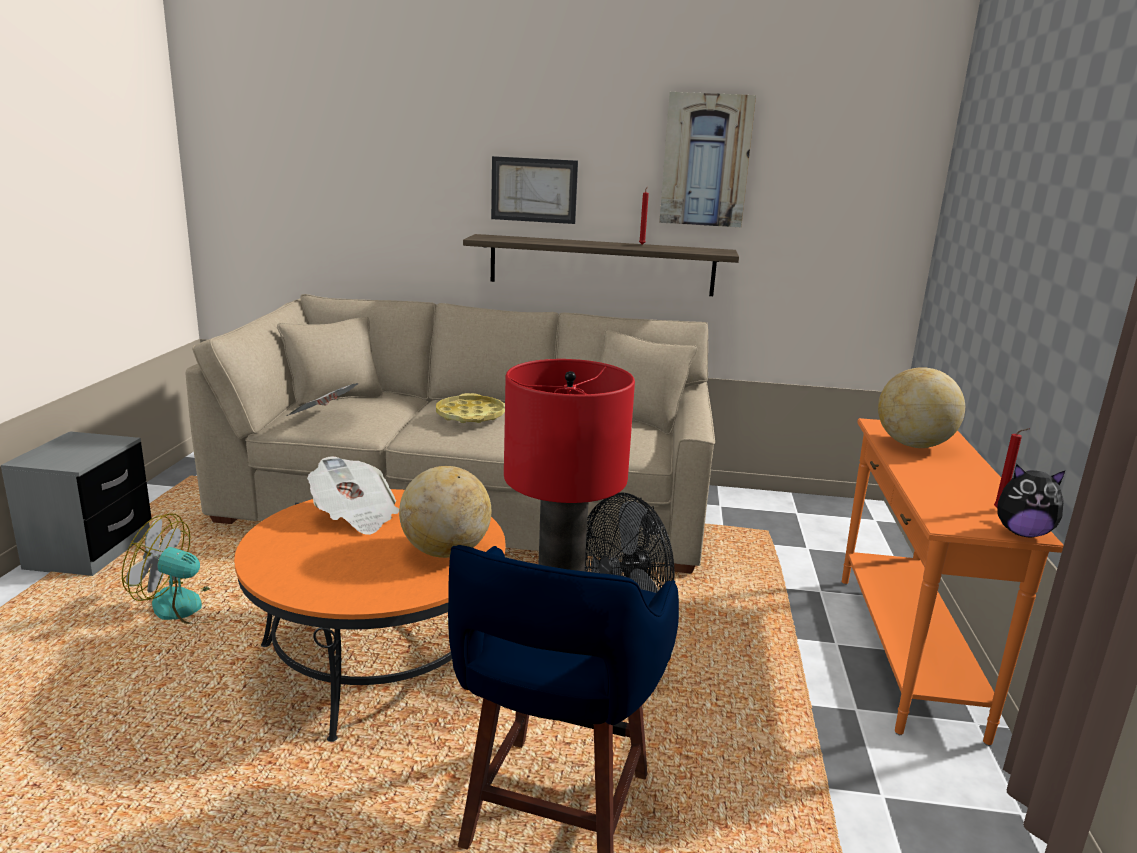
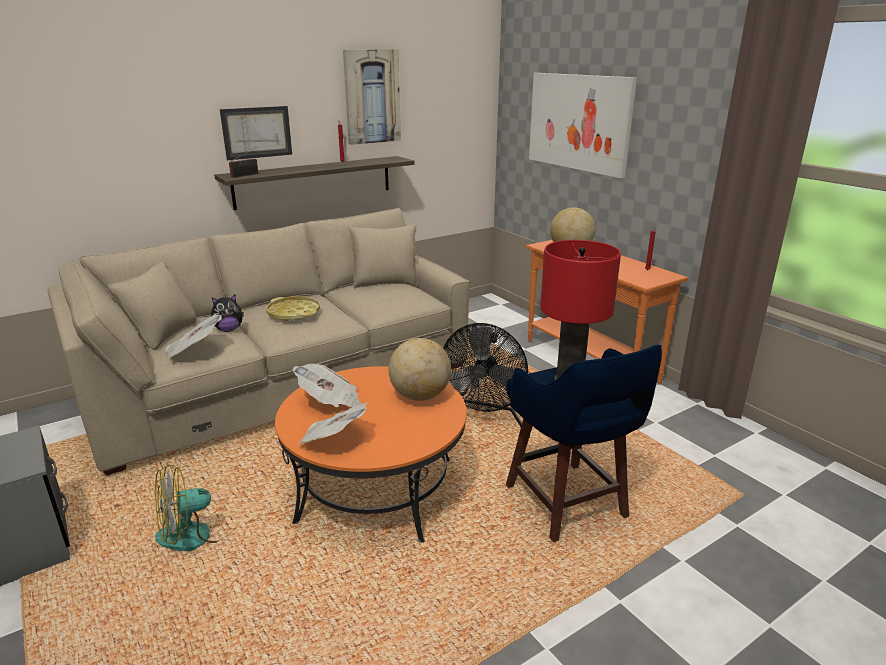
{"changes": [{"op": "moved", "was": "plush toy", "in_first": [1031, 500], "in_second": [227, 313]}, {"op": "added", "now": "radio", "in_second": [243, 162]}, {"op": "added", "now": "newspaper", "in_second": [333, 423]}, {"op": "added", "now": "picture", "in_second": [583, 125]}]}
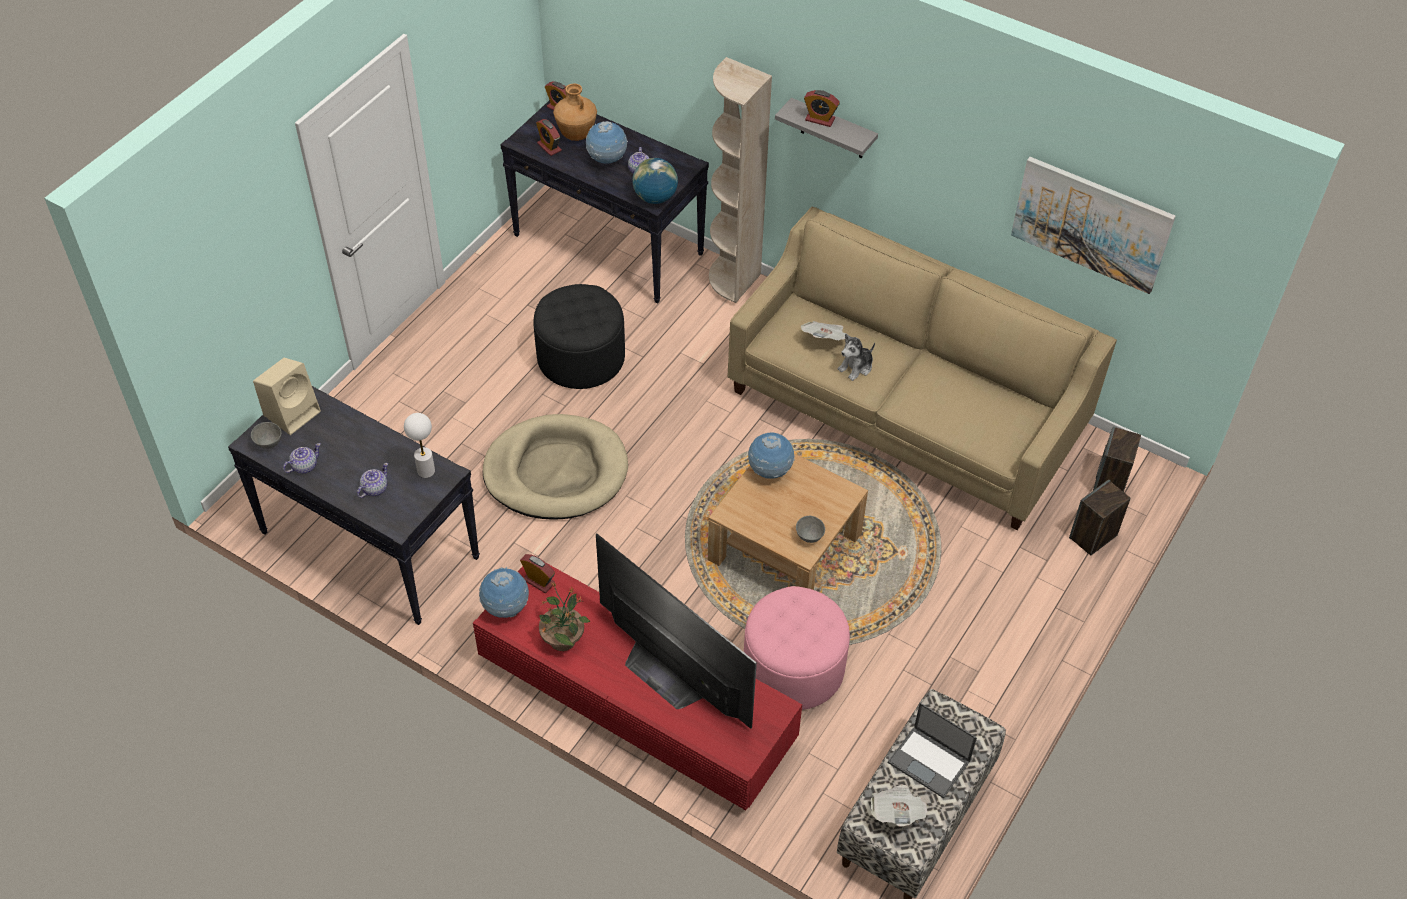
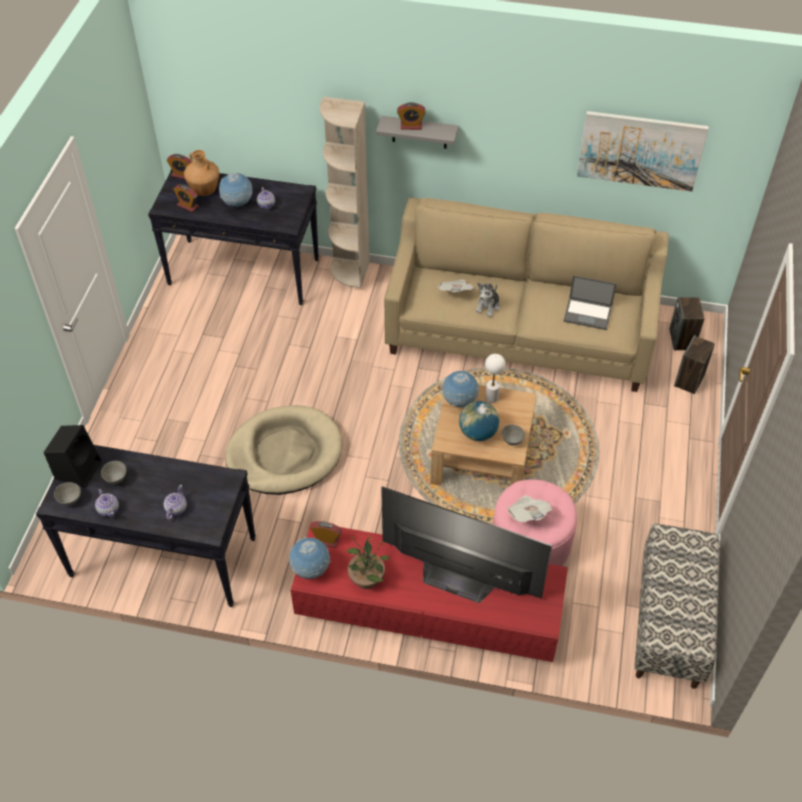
{"changes": [{"op": "recoloured", "was": "beige speaker", "now": "black speaker", "in_first": [287, 396], "in_second": [73, 456]}, {"op": "turned", "was": "teapot", "in_first": [302, 458], "in_second": [107, 503], "clockwise": 120}, {"op": "moved", "was": "white table lamp", "in_first": [419, 445], "in_second": [495, 378]}, {"op": "removed", "was": "black ottoman", "in_first": [579, 336]}, {"op": "moved", "was": "globe", "in_first": [655, 181], "in_second": [479, 421]}, {"op": "moved", "was": "newspaper", "in_first": [899, 806], "in_second": [529, 508]}, {"op": "moved", "was": "laptop", "in_first": [932, 751], "in_second": [590, 302]}, {"op": "added", "now": "grey bowl", "in_second": [113, 472]}]}
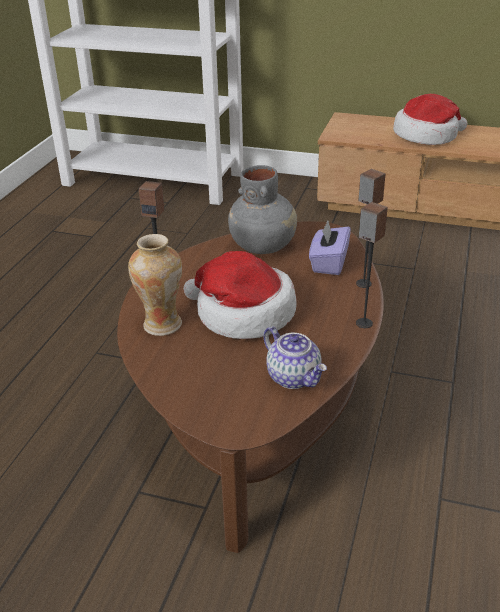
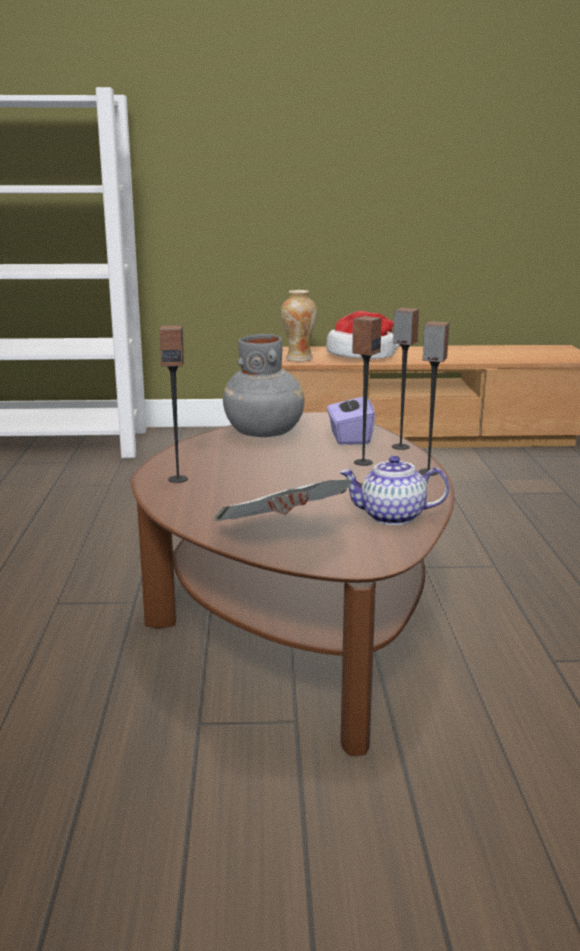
{"changes": [{"op": "moved", "was": "vase", "in_first": [155, 285], "in_second": [299, 325]}, {"op": "removed", "was": "hat", "in_first": [240, 295]}, {"op": "turned", "was": "teapot", "in_first": [295, 357], "in_second": [394, 490], "clockwise": 150}, {"op": "added", "now": "newspaper", "in_second": [283, 500]}, {"op": "added", "now": "speaker", "in_second": [367, 391]}]}
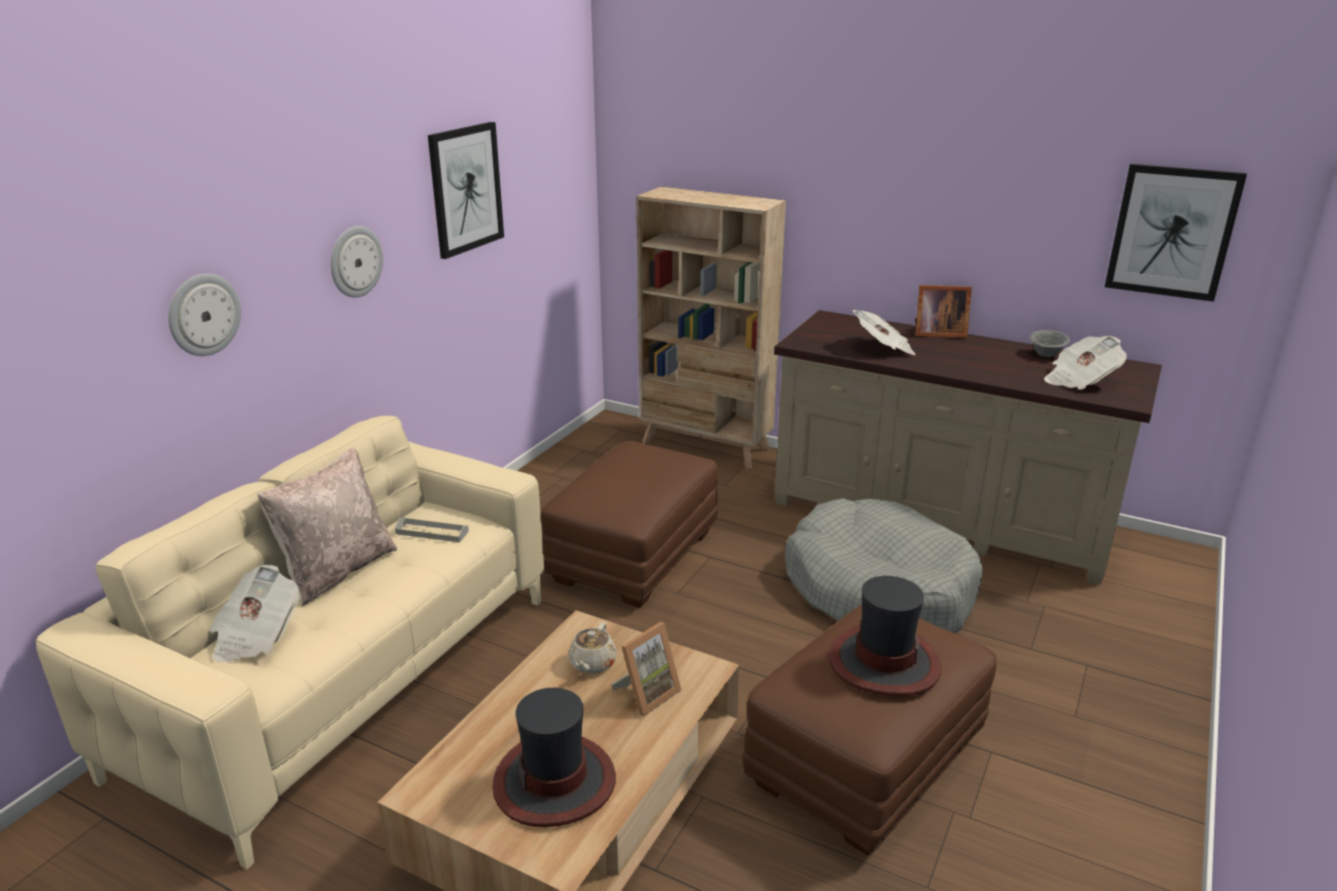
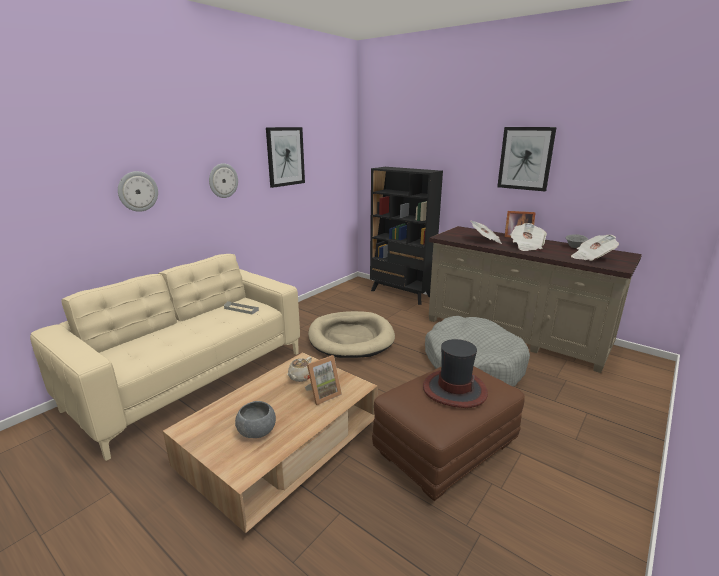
{"changes": [{"op": "moved", "was": "newspaper", "in_first": [254, 613], "in_second": [528, 237]}, {"op": "removed", "was": "beige pillow", "in_first": [327, 527]}, {"op": "replaced", "was": "hat", "now": "grey bowl", "in_first": [554, 757], "in_second": [255, 419]}, {"op": "replaced", "was": "brown ottoman", "now": "beige dog bed", "in_first": [629, 524], "in_second": [351, 334]}, {"op": "recoloured", "was": "beige bookcase", "now": "black bookcase", "in_first": [711, 328], "in_second": [406, 236]}, {"op": "moved", "was": "picture", "in_first": [1176, 233], "in_second": [527, 159]}]}
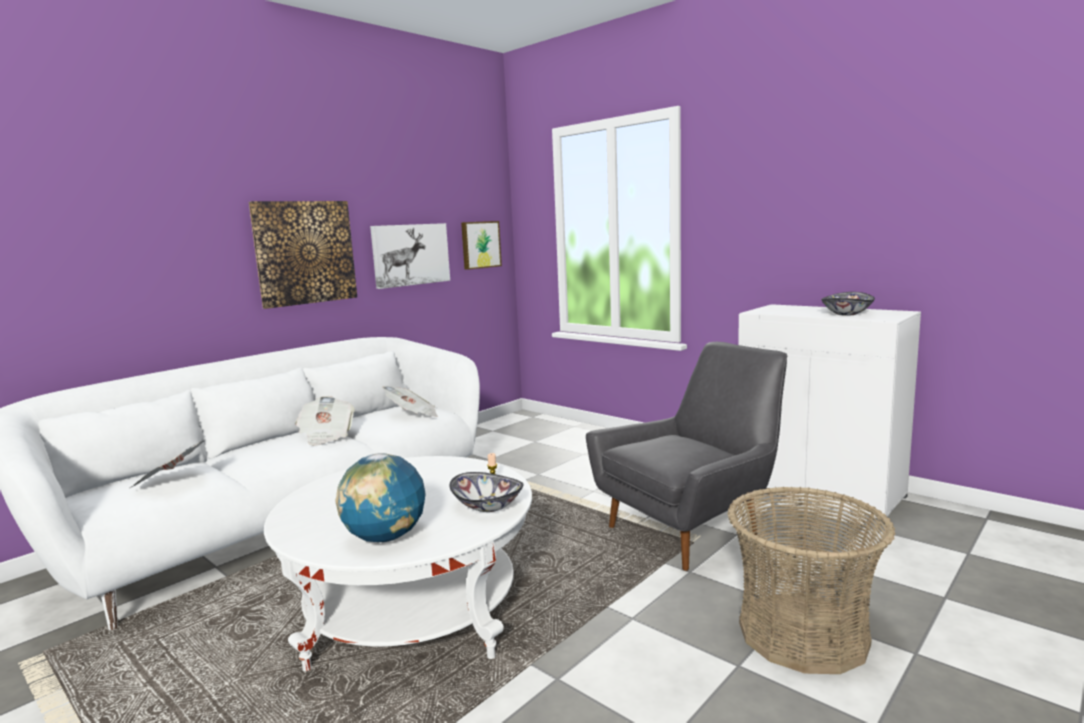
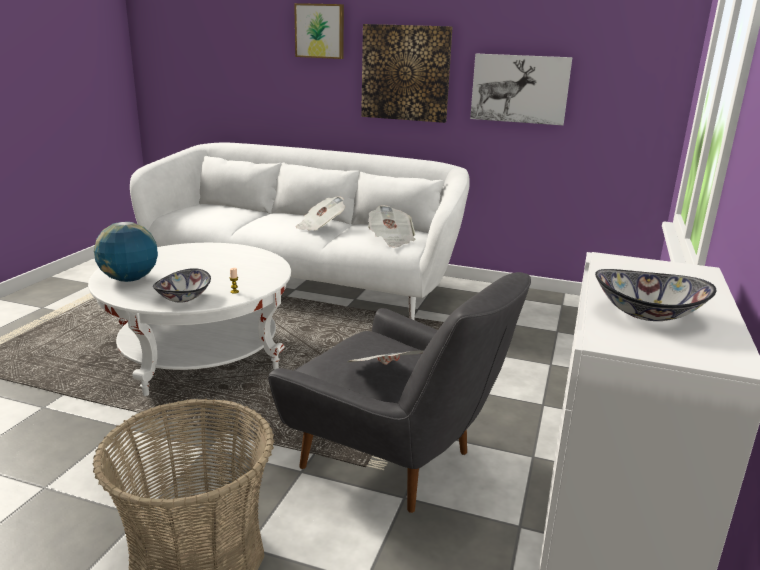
{"changes": [{"op": "moved", "was": "newspaper", "in_first": [167, 464], "in_second": [386, 357]}, {"op": "moved", "was": "picture", "in_first": [481, 245], "in_second": [319, 31]}]}
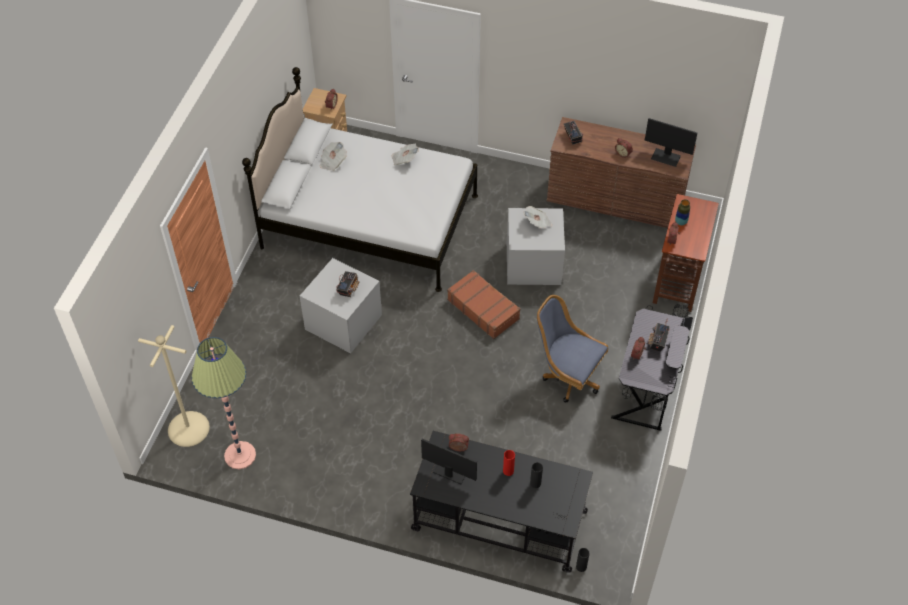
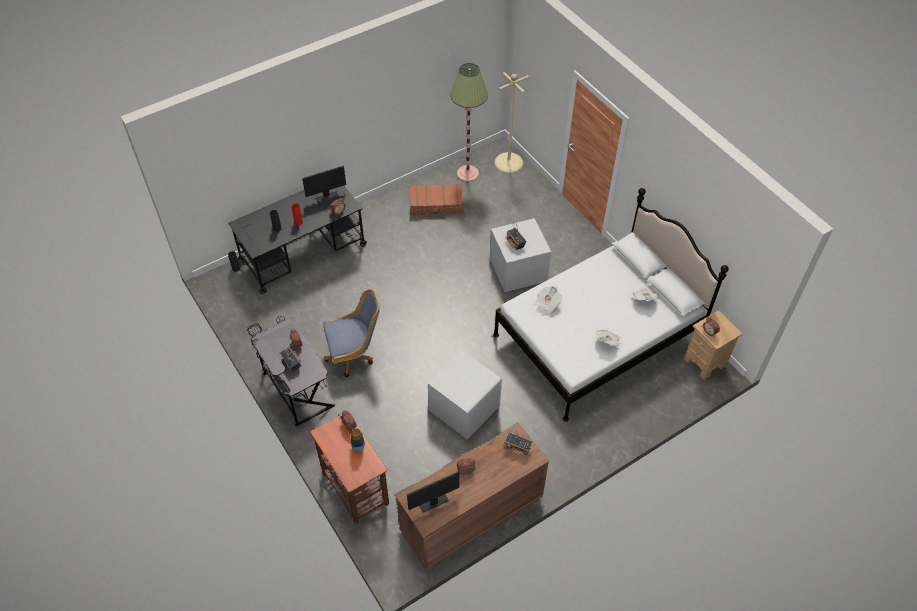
{"changes": [{"op": "moved", "was": "brown suitcase", "in_first": [484, 304], "in_second": [437, 199]}, {"op": "moved", "was": "newspaper", "in_first": [538, 217], "in_second": [549, 300]}]}
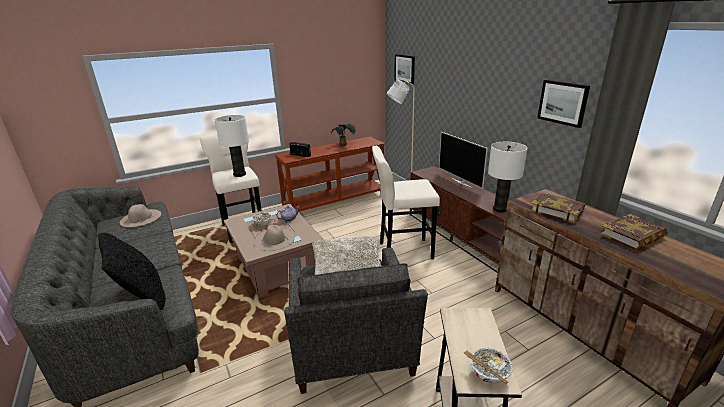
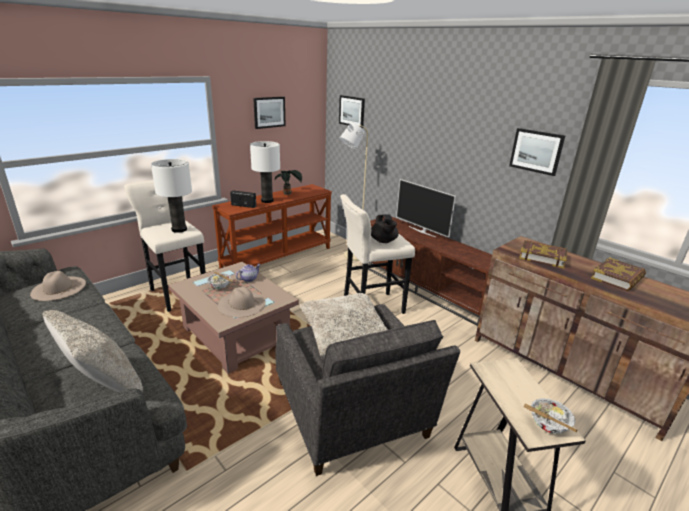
{"changes": [{"op": "recoloured", "was": "black pillow", "now": "beige pillow", "in_first": [132, 271], "in_second": [92, 351]}, {"op": "moved", "was": "white table lamp", "in_first": [507, 177], "in_second": [265, 172]}, {"op": "added", "now": "picture", "in_second": [269, 113]}, {"op": "added", "now": "black teapot", "in_second": [385, 228]}]}
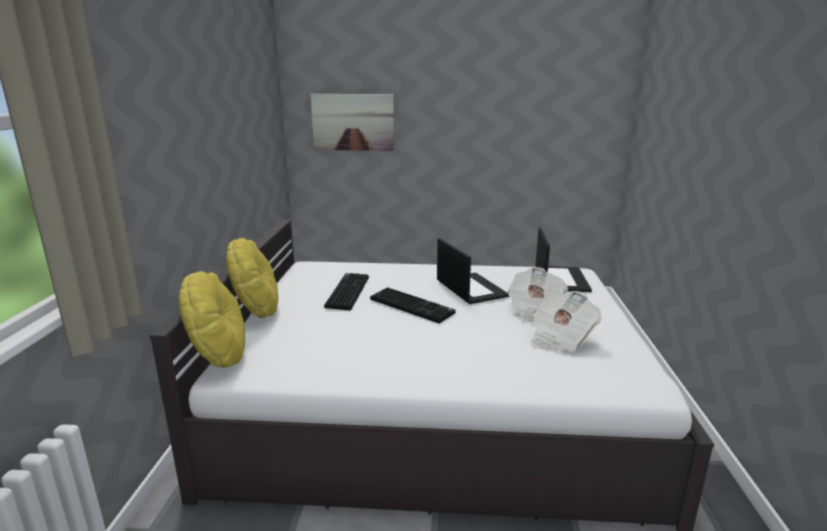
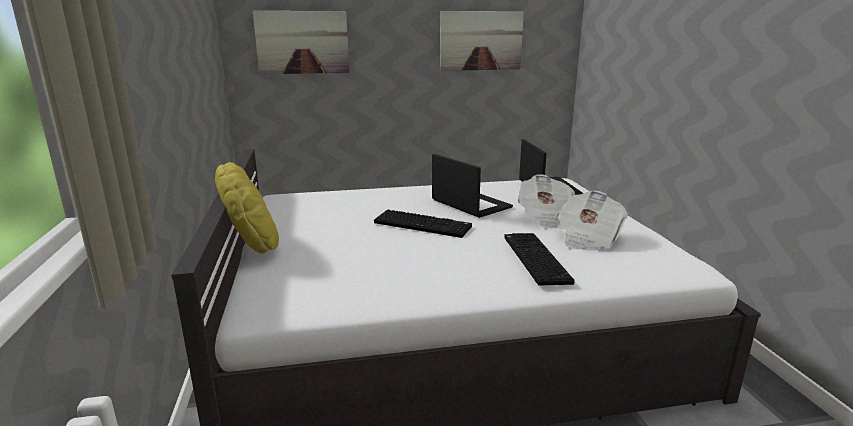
{"changes": [{"op": "removed", "was": "yellow pillow", "in_first": [212, 319]}, {"op": "moved", "was": "keyboard", "in_first": [346, 291], "in_second": [539, 259]}, {"op": "added", "now": "picture", "in_second": [482, 41]}]}
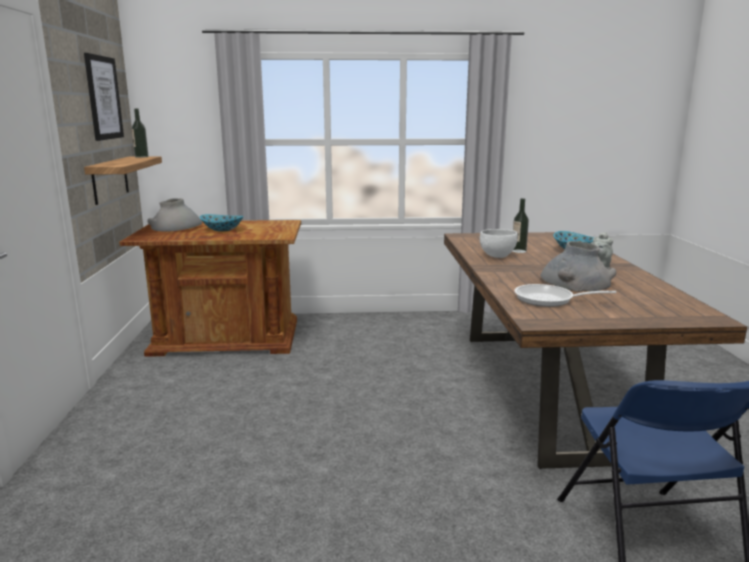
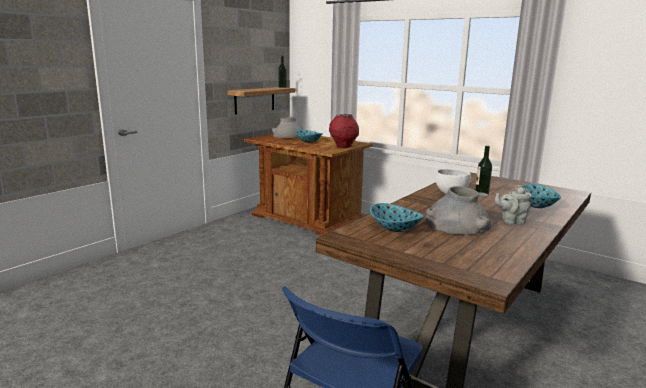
{"changes": [{"op": "removed", "was": "picture", "in_first": [104, 97]}, {"op": "replaced", "was": "frying pan", "now": "bowl", "in_first": [565, 295], "in_second": [397, 217]}, {"op": "added", "now": "red vase", "in_second": [344, 131]}]}
